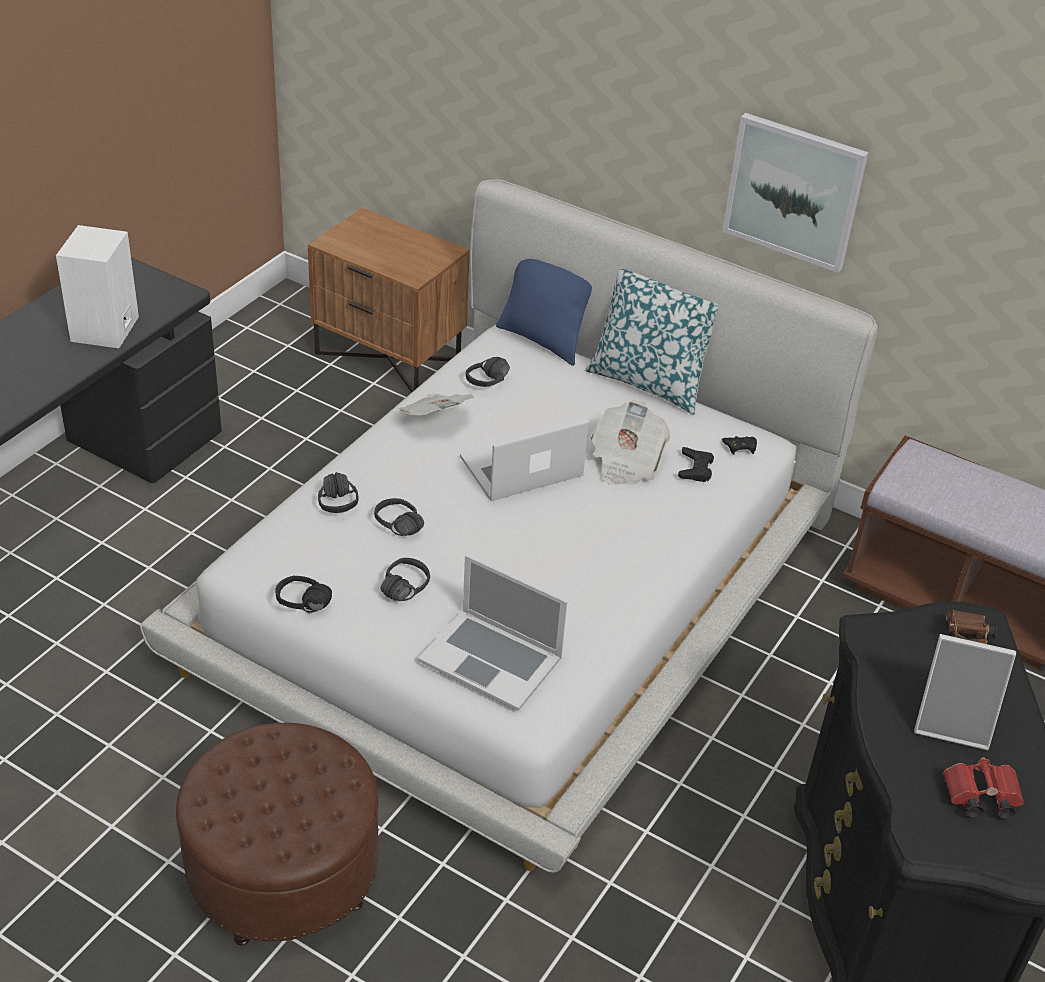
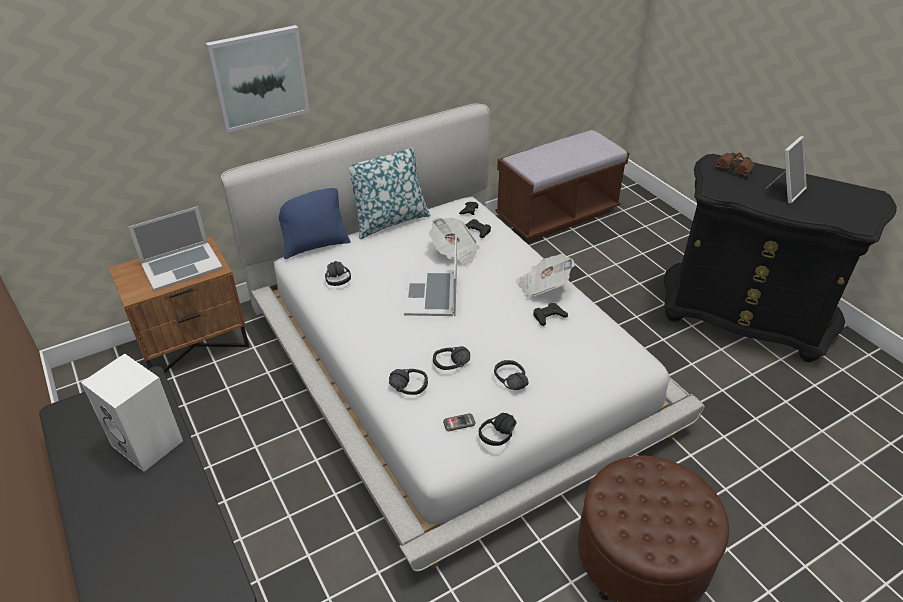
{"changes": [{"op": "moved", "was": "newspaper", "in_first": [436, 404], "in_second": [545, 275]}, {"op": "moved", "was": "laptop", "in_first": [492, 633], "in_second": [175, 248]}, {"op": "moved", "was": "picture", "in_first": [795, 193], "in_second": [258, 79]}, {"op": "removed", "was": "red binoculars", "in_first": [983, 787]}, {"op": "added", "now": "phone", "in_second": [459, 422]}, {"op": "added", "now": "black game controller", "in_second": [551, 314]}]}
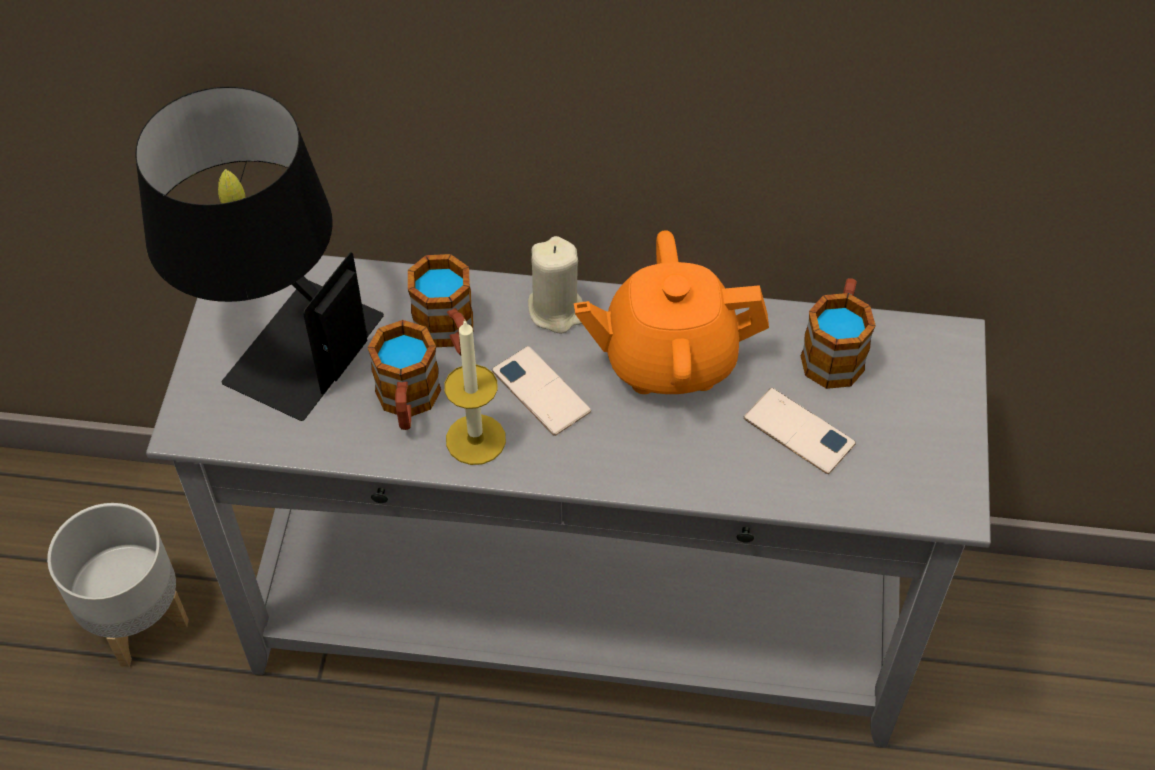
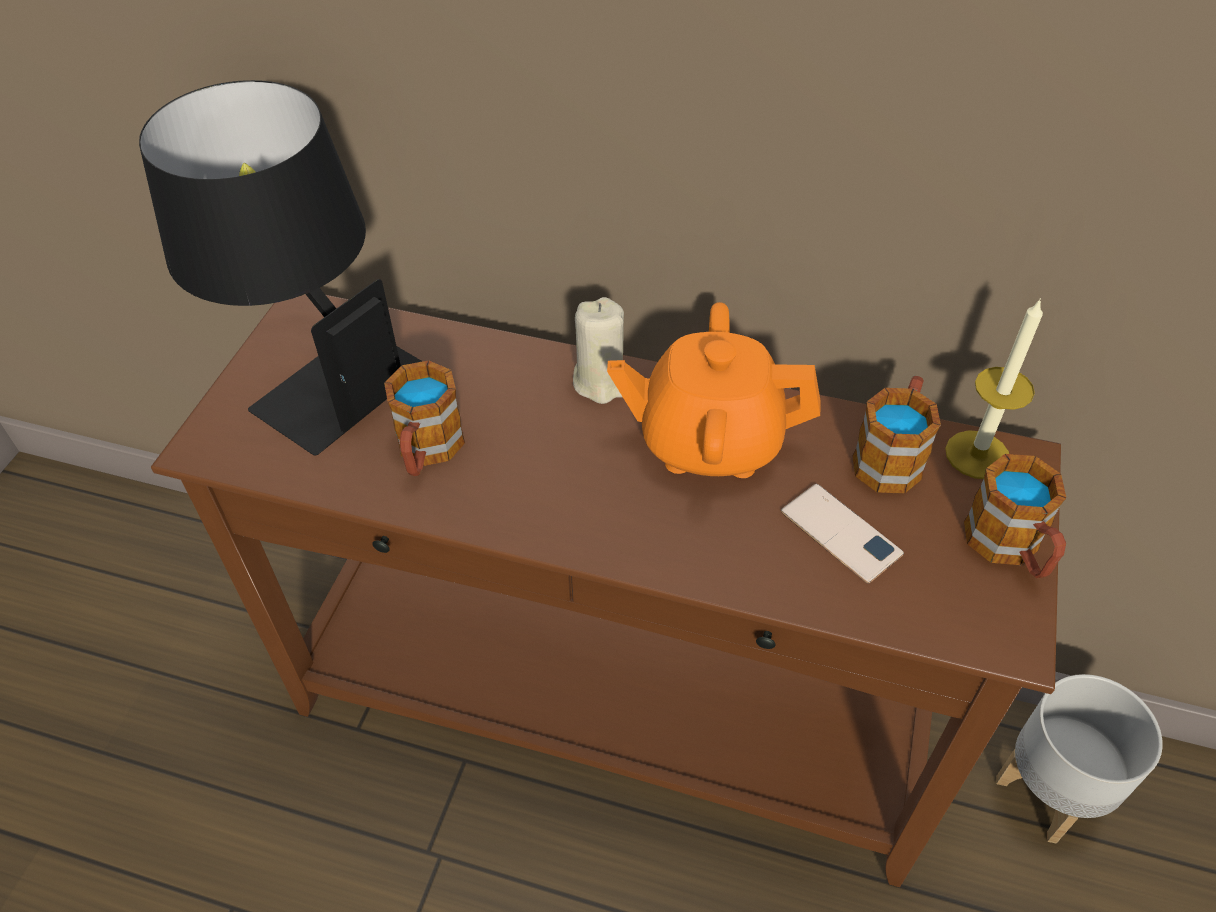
{"changes": [{"op": "moved", "was": "grey planter", "in_first": [118, 585], "in_second": [1079, 759]}, {"op": "recoloured", "was": "grey console table", "now": "brown console table", "in_first": [568, 501], "in_second": [606, 590]}, {"op": "moved", "was": "mug", "in_first": [440, 304], "in_second": [1015, 516]}, {"op": "moved", "was": "candle", "in_first": [475, 392], "in_second": [994, 388]}, {"op": "removed", "was": "phone", "in_first": [541, 391]}]}
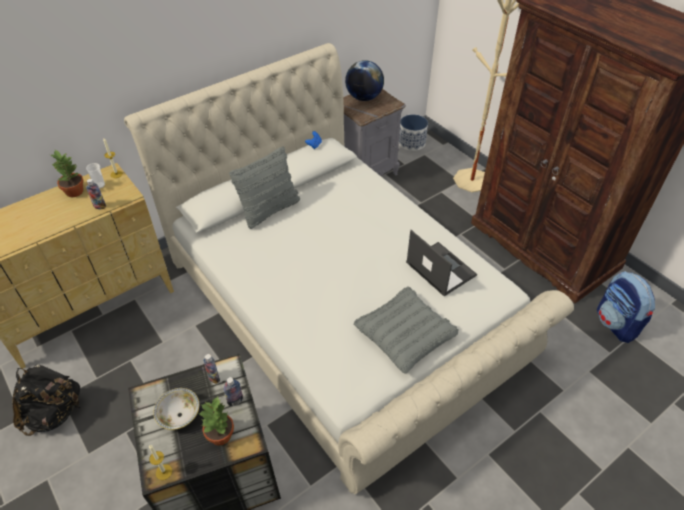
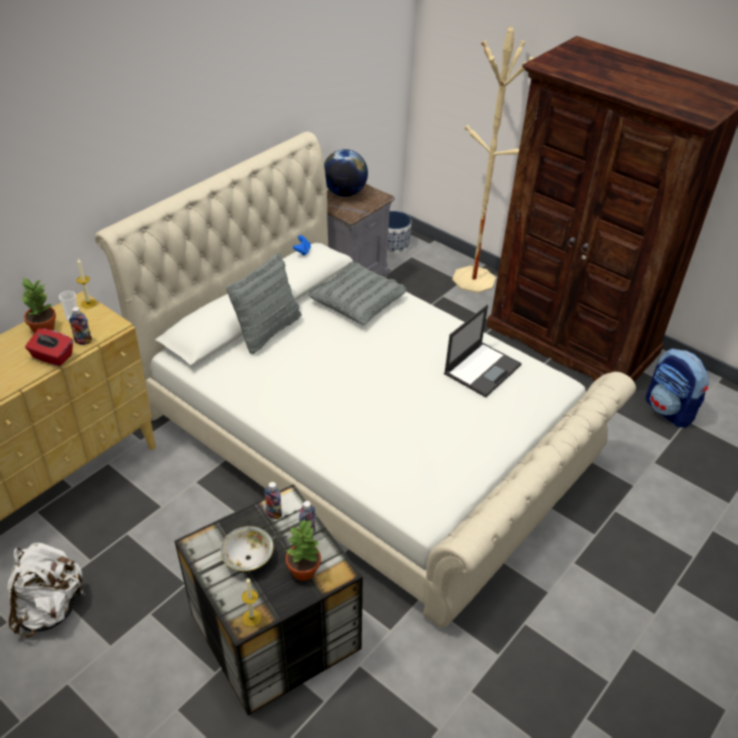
{"changes": [{"op": "recoloured", "was": "black backpack", "now": "white backpack", "in_first": [46, 400], "in_second": [46, 590]}, {"op": "moved", "was": "grey pillow", "in_first": [406, 329], "in_second": [357, 293]}, {"op": "turned", "was": "laptop", "in_first": [441, 263], "in_second": [483, 351], "clockwise": 90}, {"op": "added", "now": "red tissue box", "in_second": [49, 347]}]}
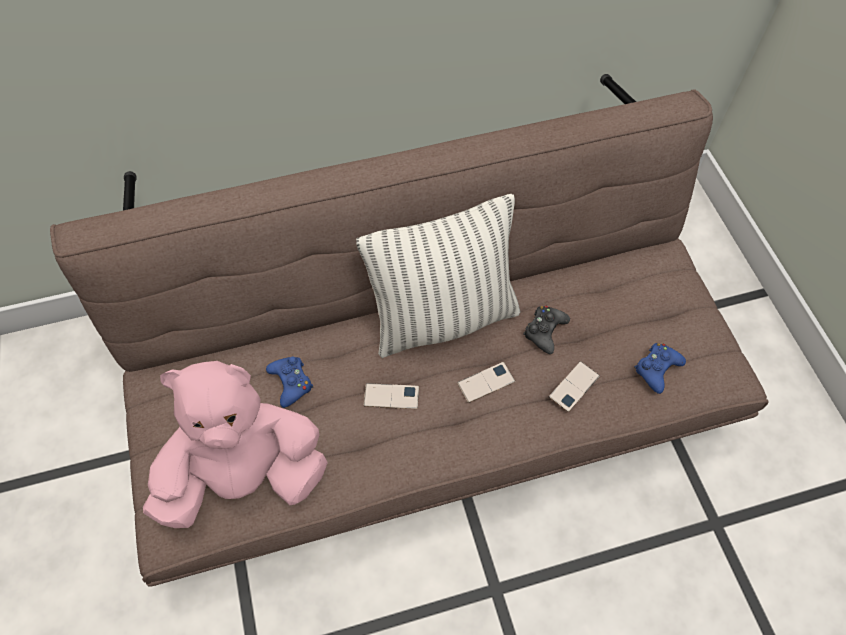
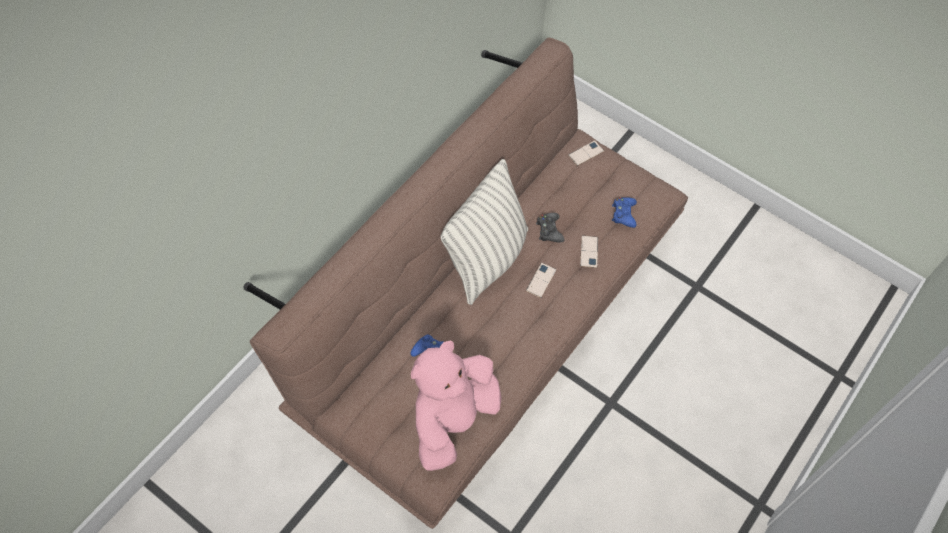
{"changes": [{"op": "moved", "was": "phone", "in_first": [391, 396], "in_second": [586, 153]}]}
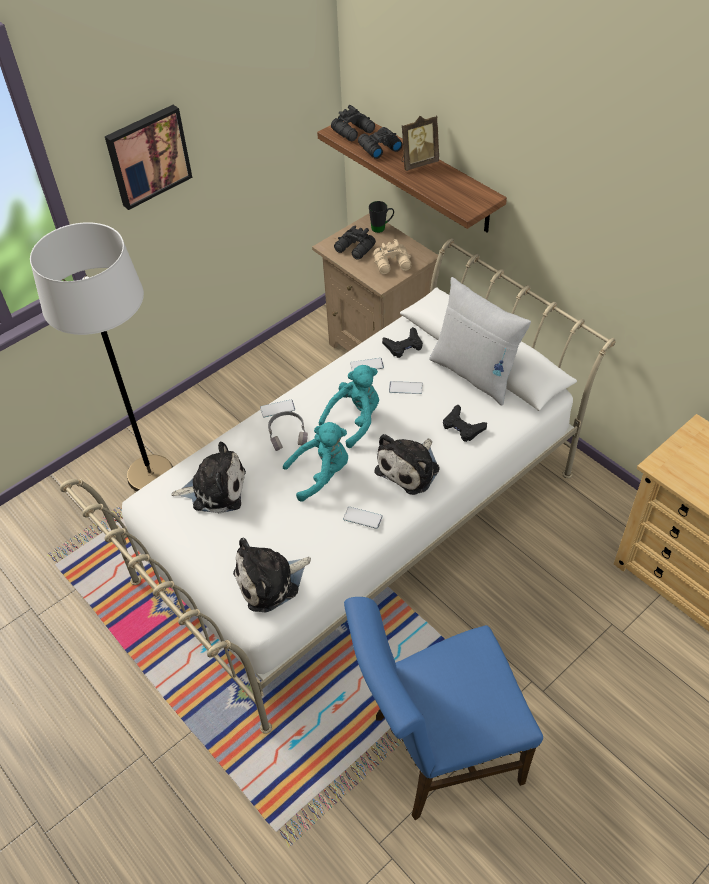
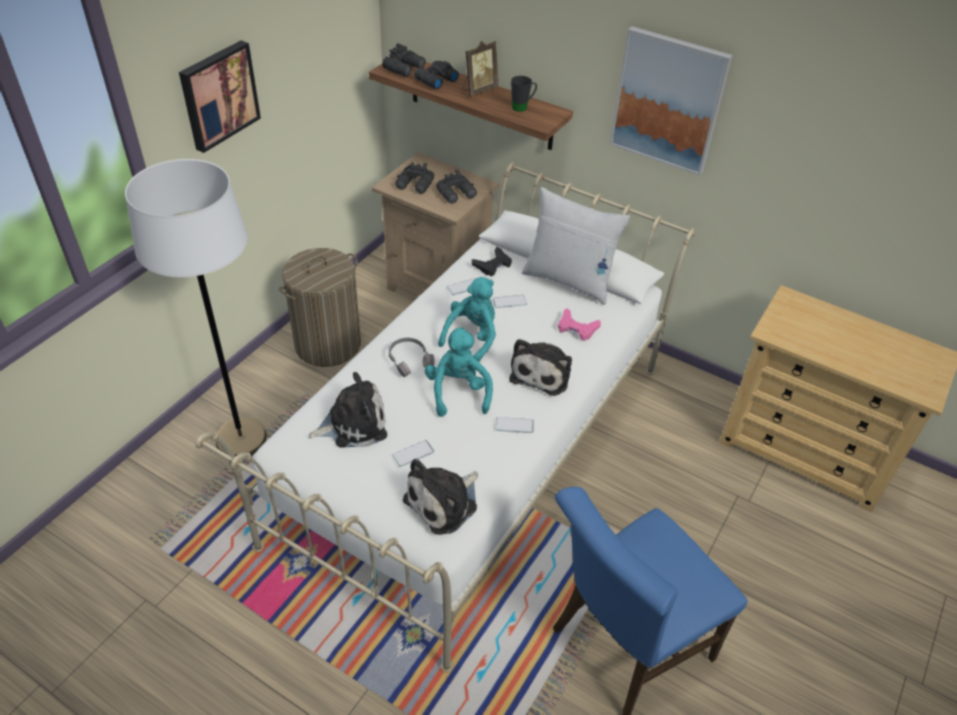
{"changes": [{"op": "moved", "was": "phone", "in_first": [277, 408], "in_second": [413, 453]}, {"op": "turned", "was": "turquoise plush toy", "in_first": [315, 461], "in_second": [459, 372], "clockwise": -60}, {"op": "moved", "was": "black mug", "in_first": [381, 217], "in_second": [524, 94]}, {"op": "recoloured", "was": "beige binoculars", "now": "black binoculars", "in_first": [392, 256], "in_second": [456, 187]}, {"op": "recoloured", "was": "black game controller", "now": "pink game controller", "in_first": [465, 423], "in_second": [579, 324]}, {"op": "added", "now": "laundry basket", "in_second": [320, 307]}, {"op": "added", "now": "picture", "in_second": [671, 101]}]}
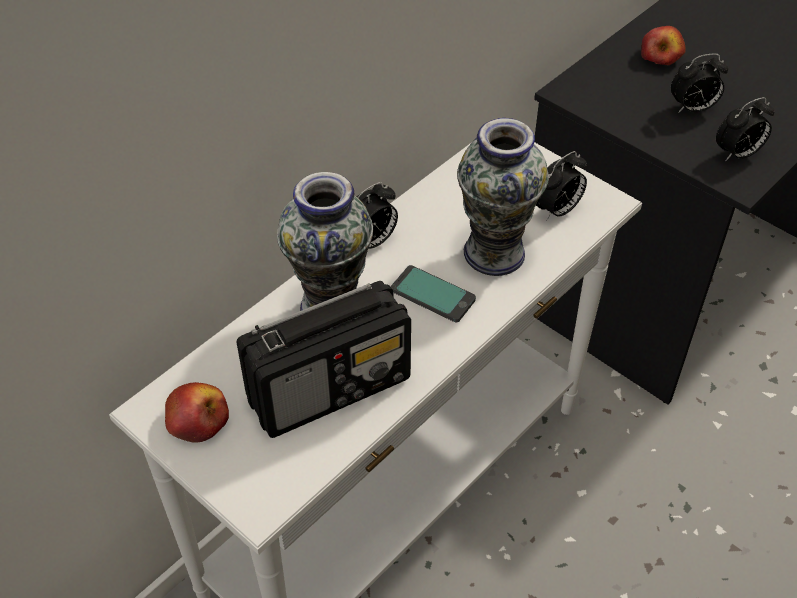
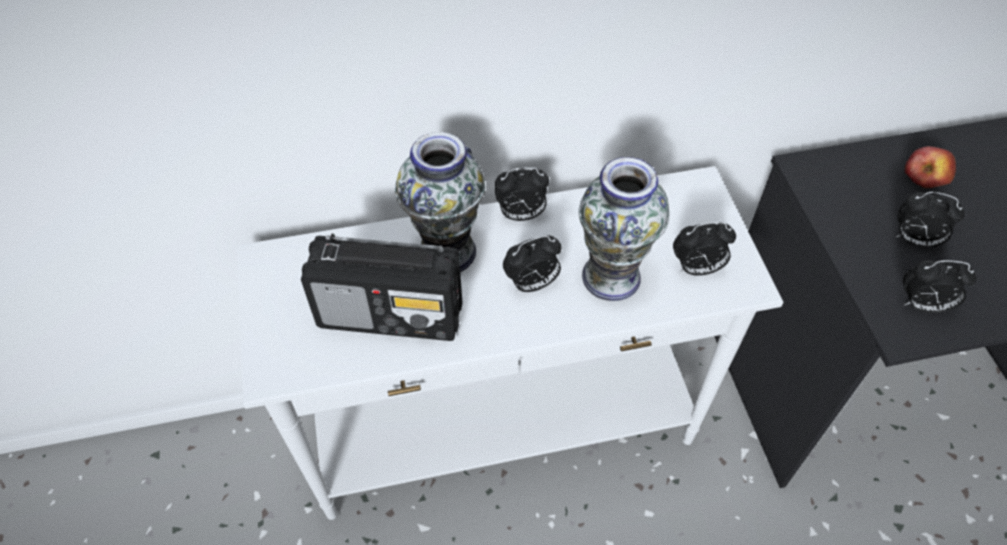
{"changes": [{"op": "removed", "was": "apple", "in_first": [197, 412]}, {"op": "replaced", "was": "phone", "now": "alarm clock", "in_first": [433, 294], "in_second": [532, 263]}]}
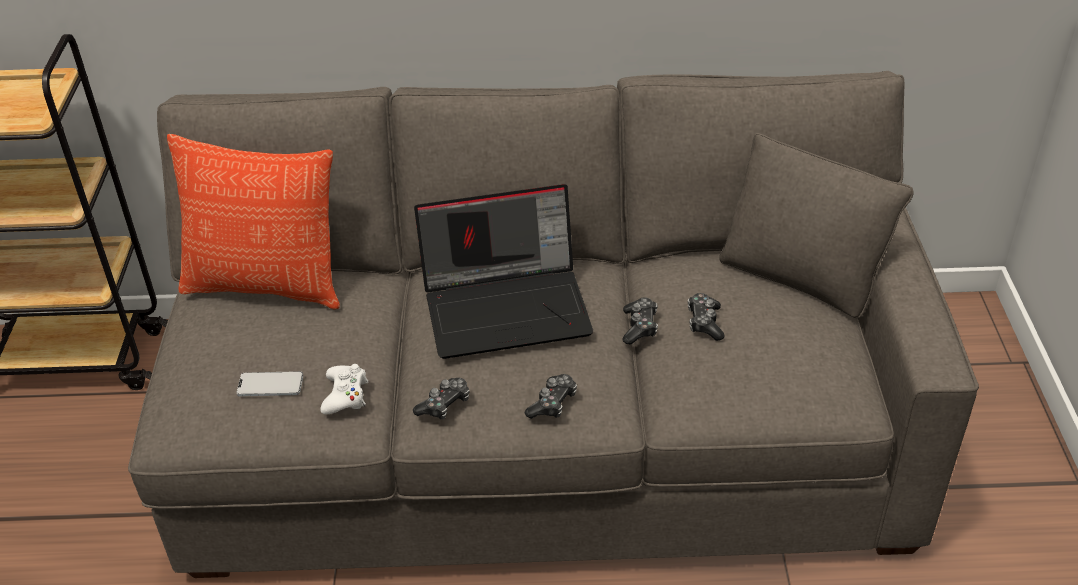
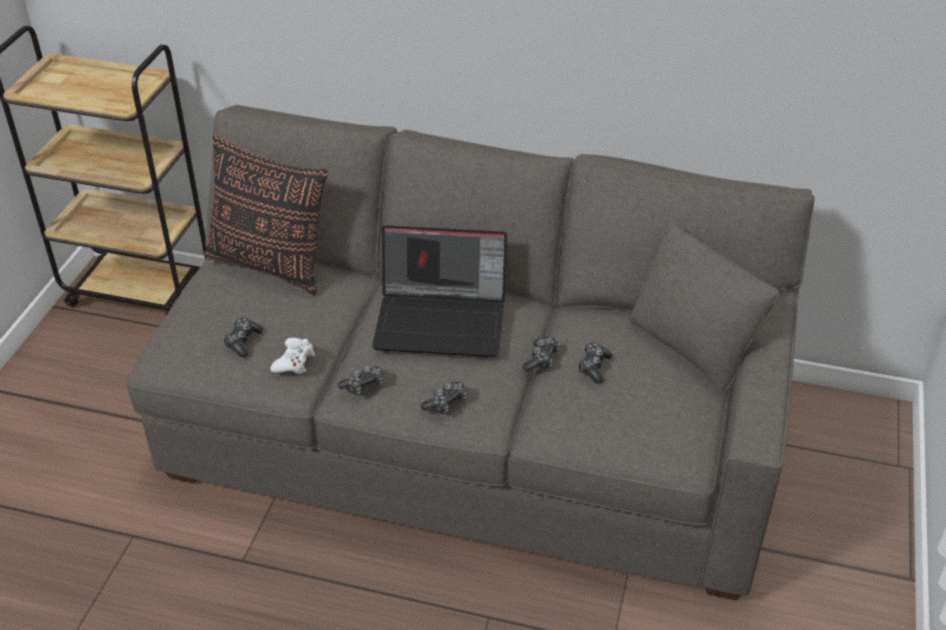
{"changes": [{"op": "recoloured", "was": "orange pillow", "now": "black pillow", "in_first": [253, 222], "in_second": [266, 215]}, {"op": "replaced", "was": "phone", "now": "game controller", "in_first": [269, 384], "in_second": [243, 337]}]}
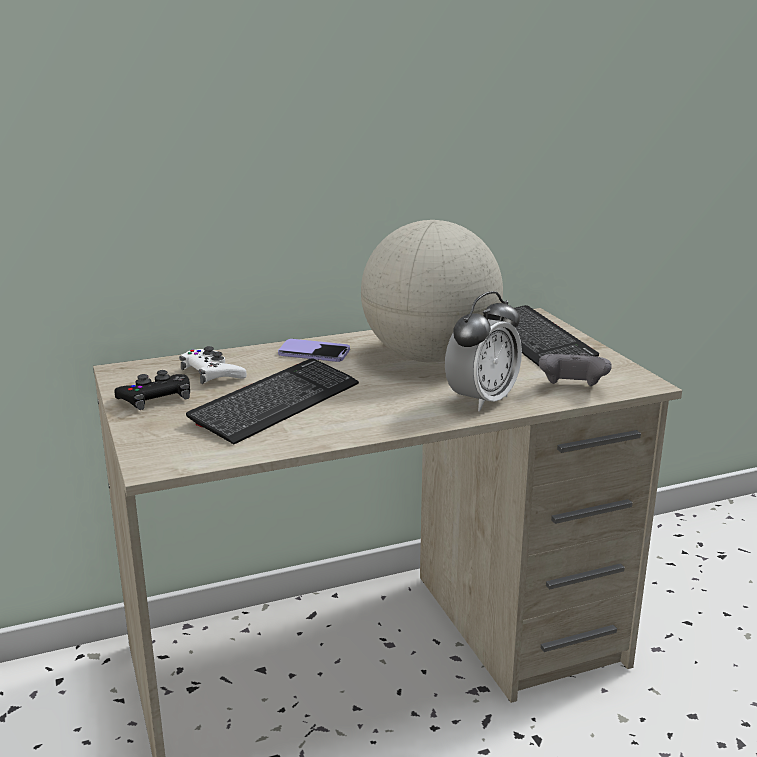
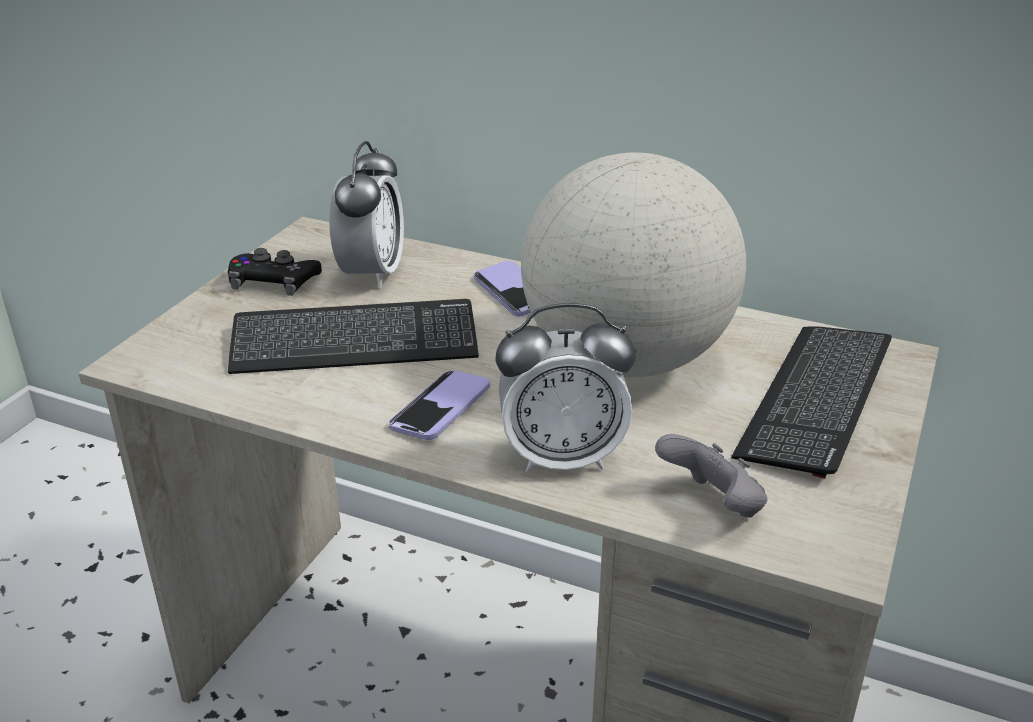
{"changes": [{"op": "replaced", "was": "white game controller", "now": "alarm clock", "in_first": [213, 365], "in_second": [366, 214]}, {"op": "added", "now": "phone", "in_second": [439, 405]}]}
